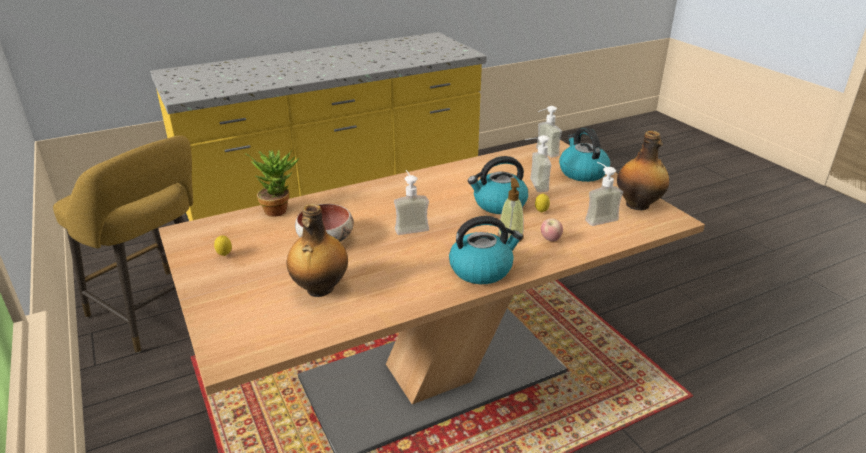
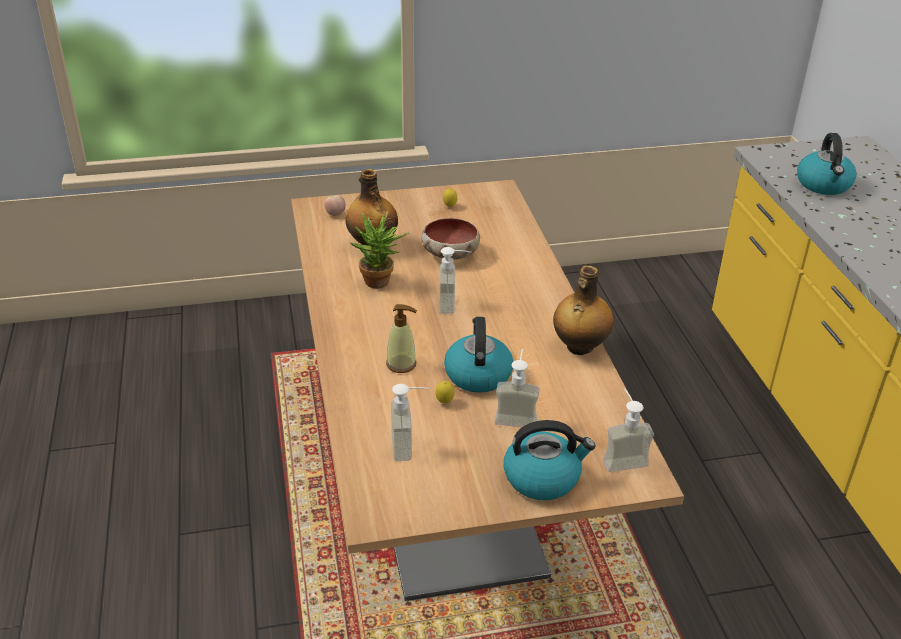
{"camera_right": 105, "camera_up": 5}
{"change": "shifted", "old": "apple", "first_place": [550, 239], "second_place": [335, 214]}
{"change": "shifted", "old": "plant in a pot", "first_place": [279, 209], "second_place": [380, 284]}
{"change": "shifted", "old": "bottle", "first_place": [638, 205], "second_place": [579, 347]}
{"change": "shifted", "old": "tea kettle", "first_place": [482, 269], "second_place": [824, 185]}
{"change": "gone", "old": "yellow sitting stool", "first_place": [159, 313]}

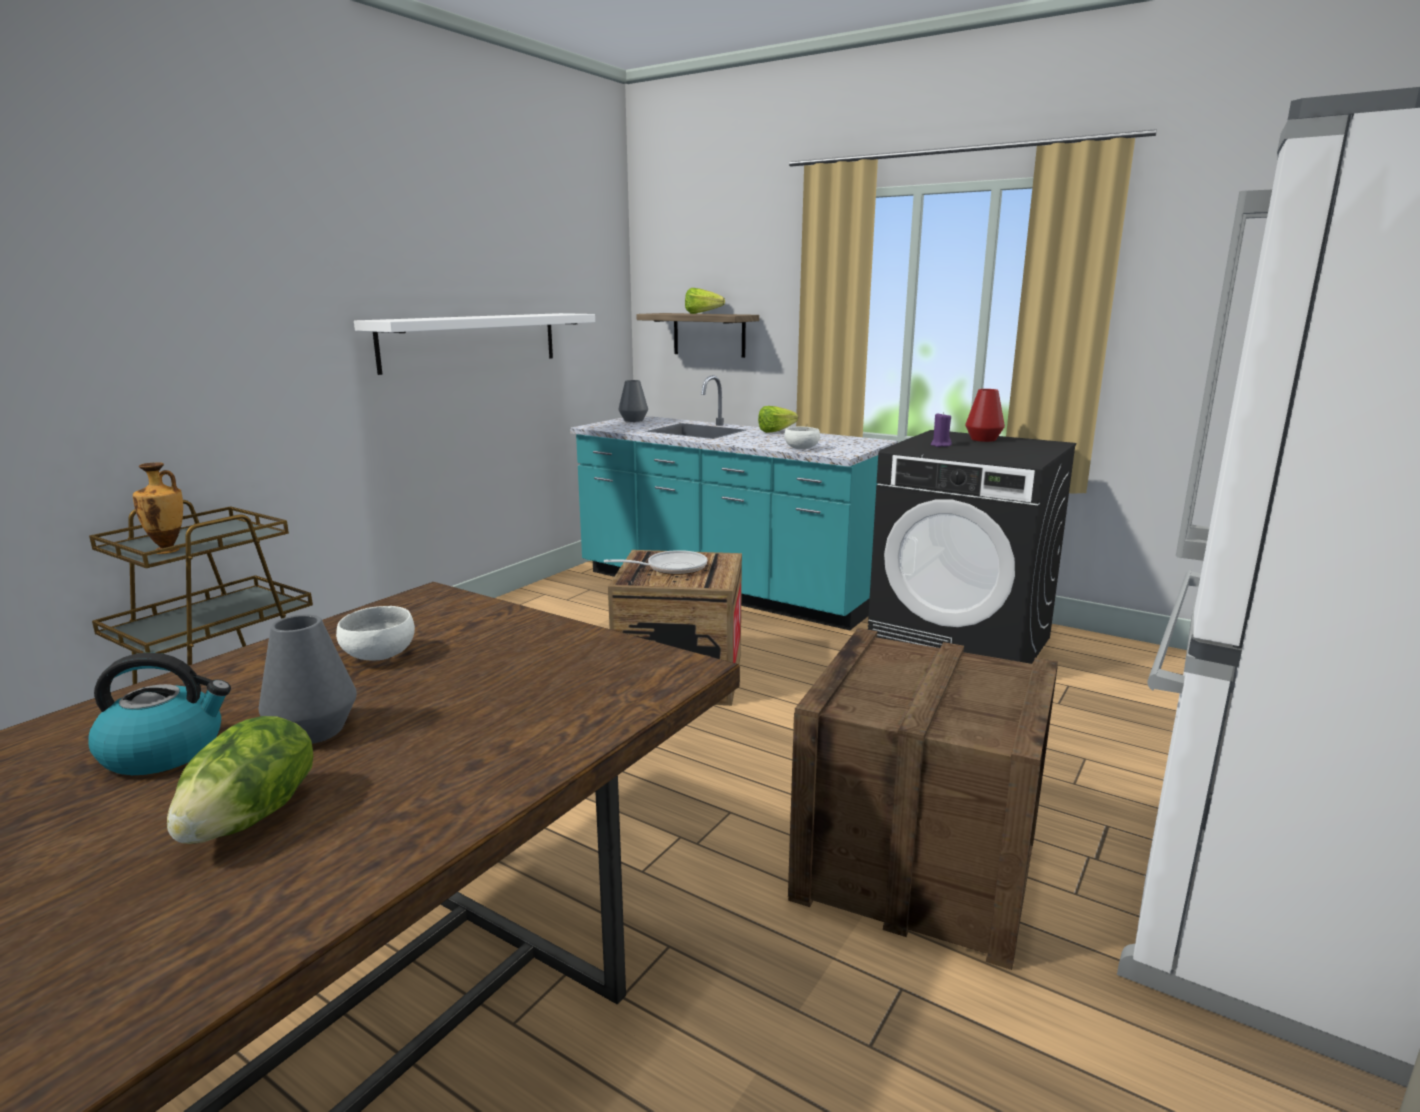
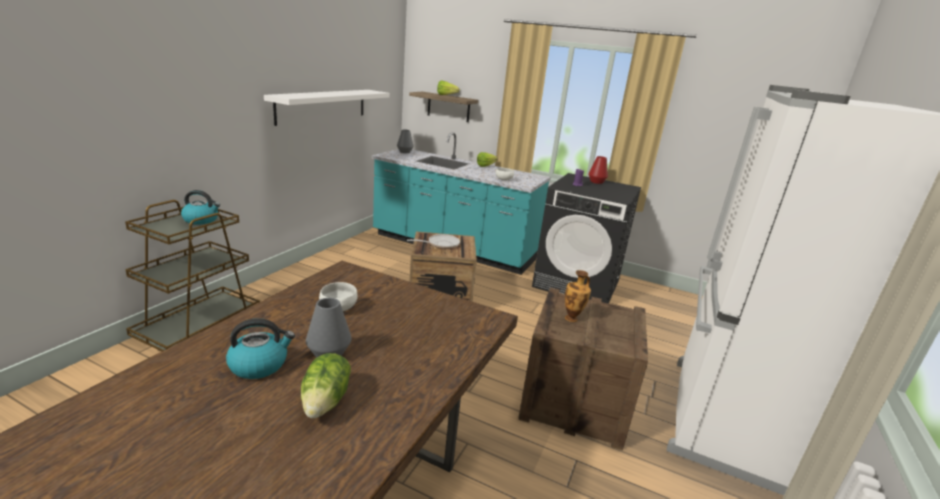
{"camera_right": -10, "camera_up": 5}
{"change": "new", "new": "tea kettle", "second_place": [201, 220]}
{"change": "shifted", "old": "decorative vase", "first_place": [168, 550], "second_place": [572, 318]}

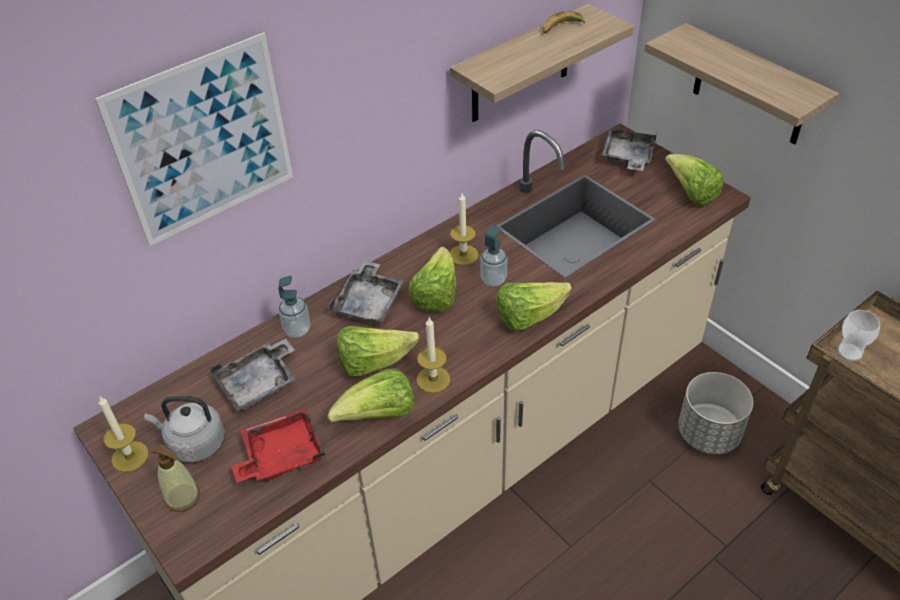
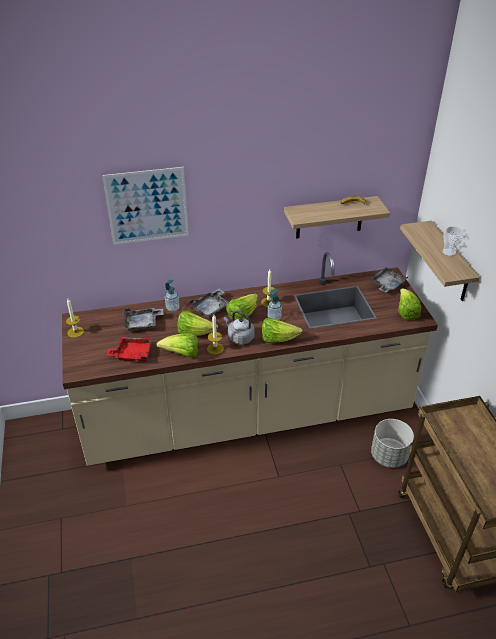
{"camera_right": 25, "camera_up": -5}
{"change": "shifted", "old": "greyish tea kettle", "first_place": [194, 443], "second_place": [239, 338]}
{"change": "shifted", "old": "drinking cup", "first_place": [849, 352], "second_place": [449, 252]}
{"change": "gone", "old": "soap dispenser", "first_place": [183, 497]}

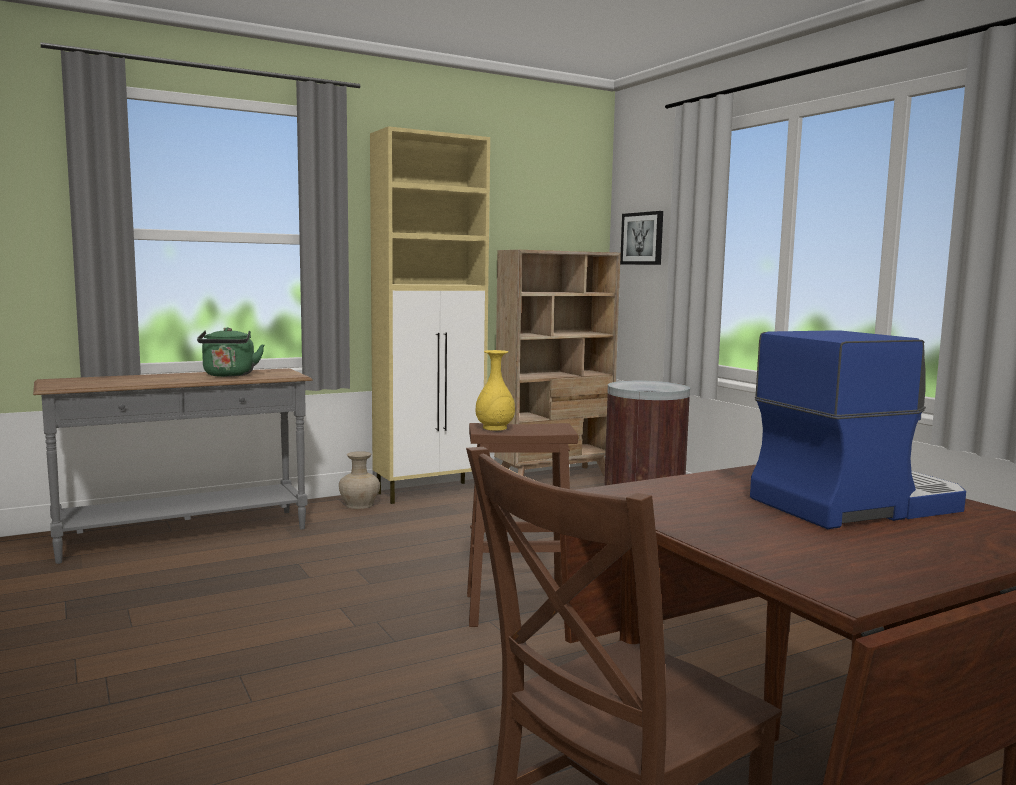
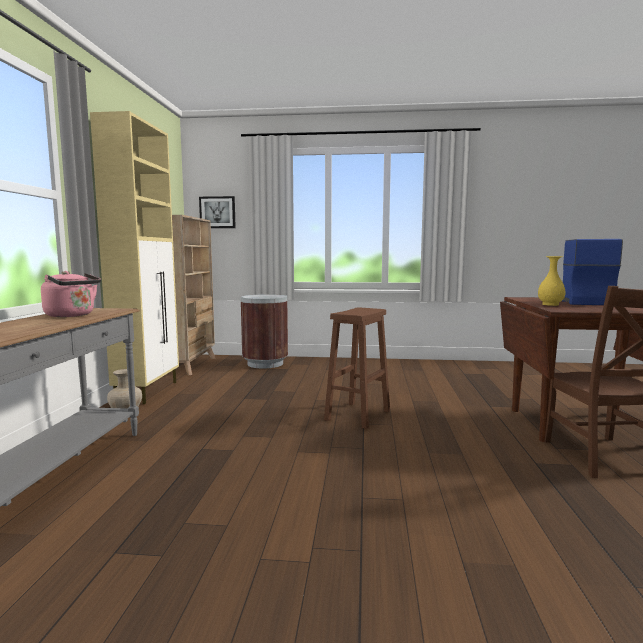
{"camera_right": -55, "camera_up": 0}
{"change": "repainted", "old": "green tea kettle", "new": "pink tea kettle", "first_place": [229, 375], "second_place": [72, 315]}
{"change": "shifted", "old": "yellow decorative vase", "first_place": [495, 428], "second_place": [550, 304]}

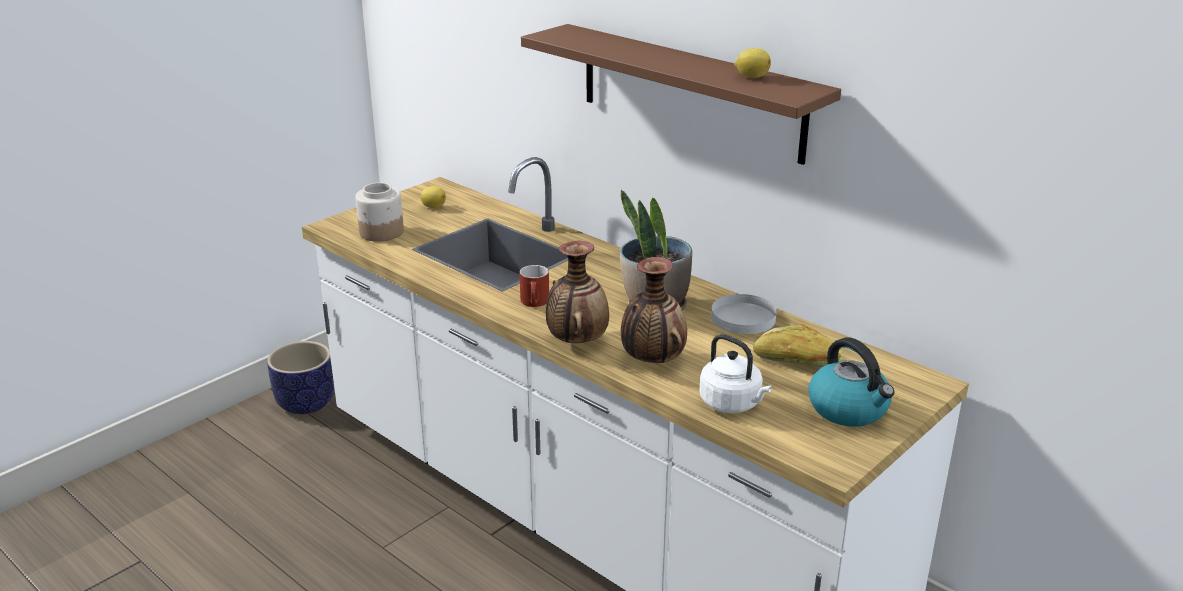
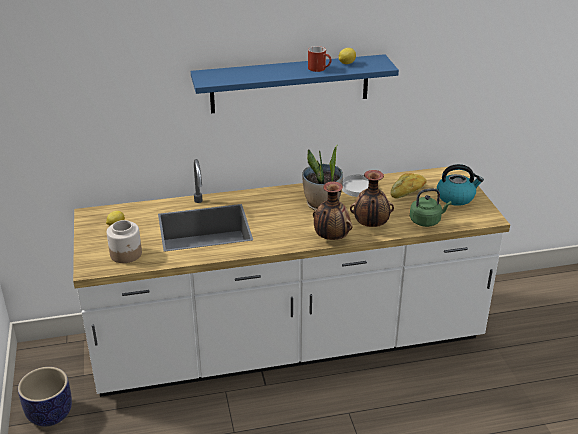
{"camera_right": -55, "camera_up": 5}
{"change": "repainted", "old": "brown-coloured bracket shelf", "new": "blue bracket shelf", "first_place": [690, 92], "second_place": [290, 84]}
{"change": "shifted", "old": "red mug", "first_place": [535, 303], "second_place": [320, 69]}
{"change": "repainted", "old": "white tea kettle", "new": "green tea kettle", "first_place": [732, 404], "second_place": [426, 221]}

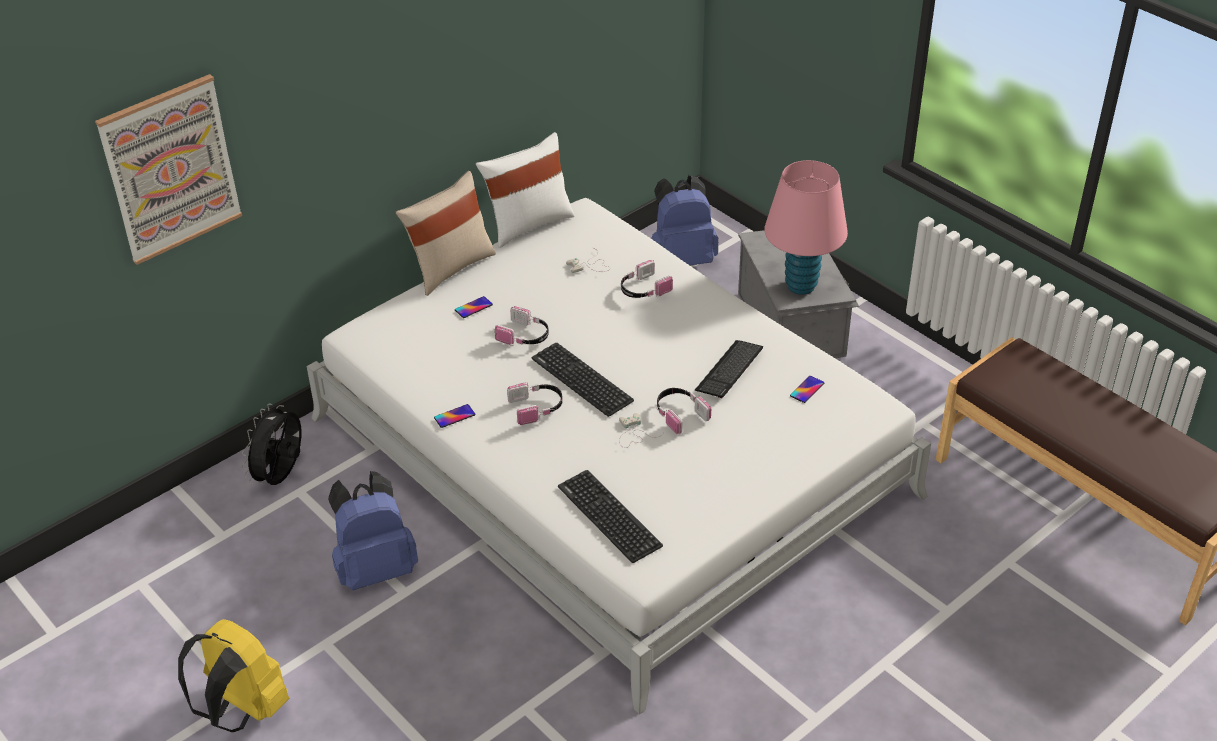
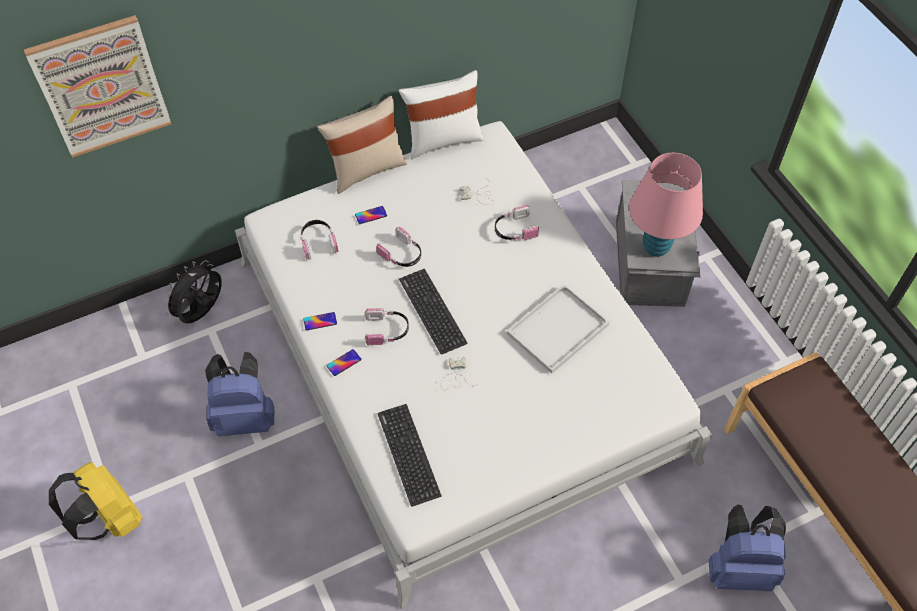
{"camera_right": 15, "camera_up": 15}
{"change": "shifted", "old": "pair of headphones", "first_place": [679, 414], "second_place": [318, 242]}
{"change": "shifted", "old": "handset", "first_place": [807, 389], "second_place": [344, 362]}
{"change": "swapped", "old": "computer keyboard", "new": "white carrying tray", "first_place": [729, 370], "second_place": [557, 331]}
{"change": "shifted", "old": "blue backpack", "first_place": [681, 259], "second_place": [739, 568]}

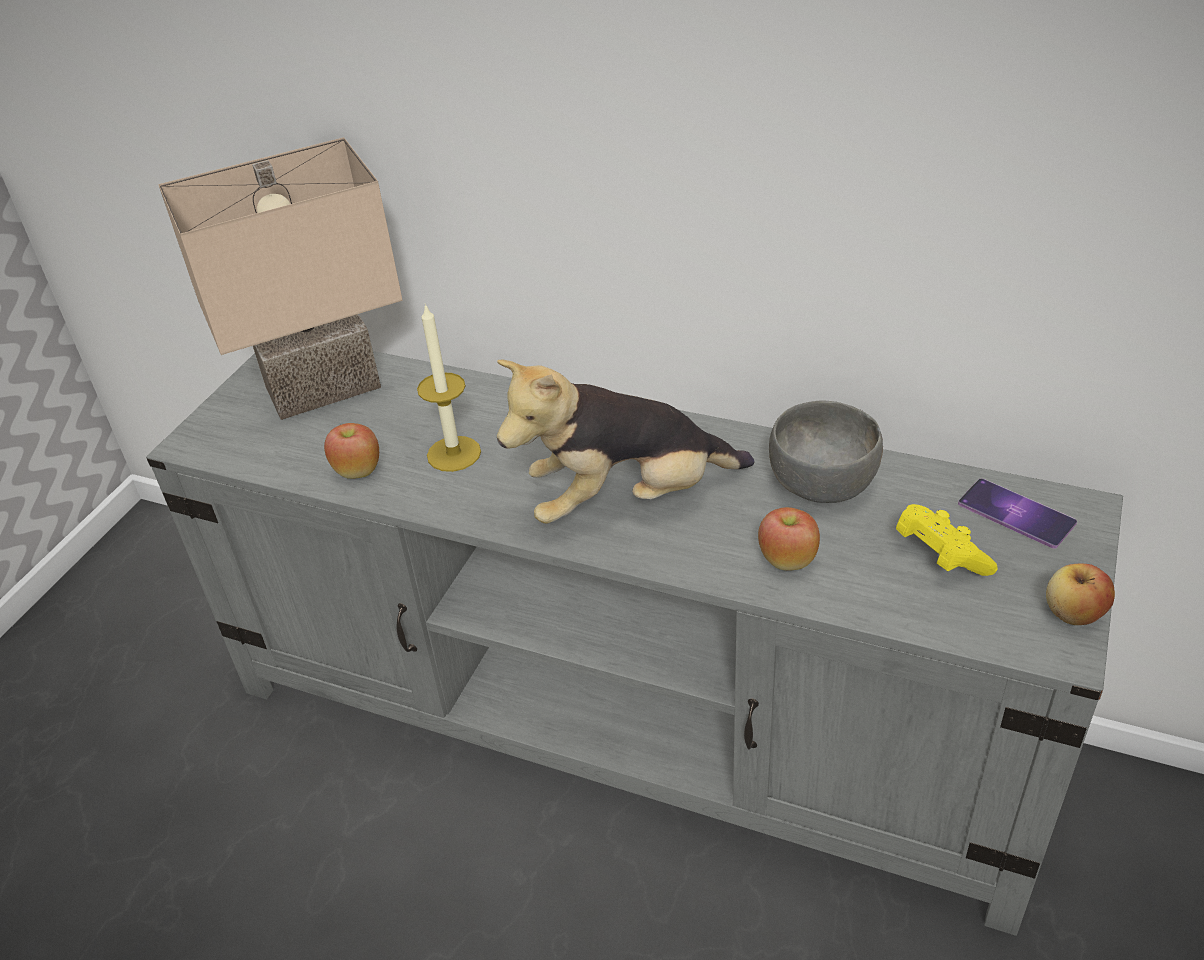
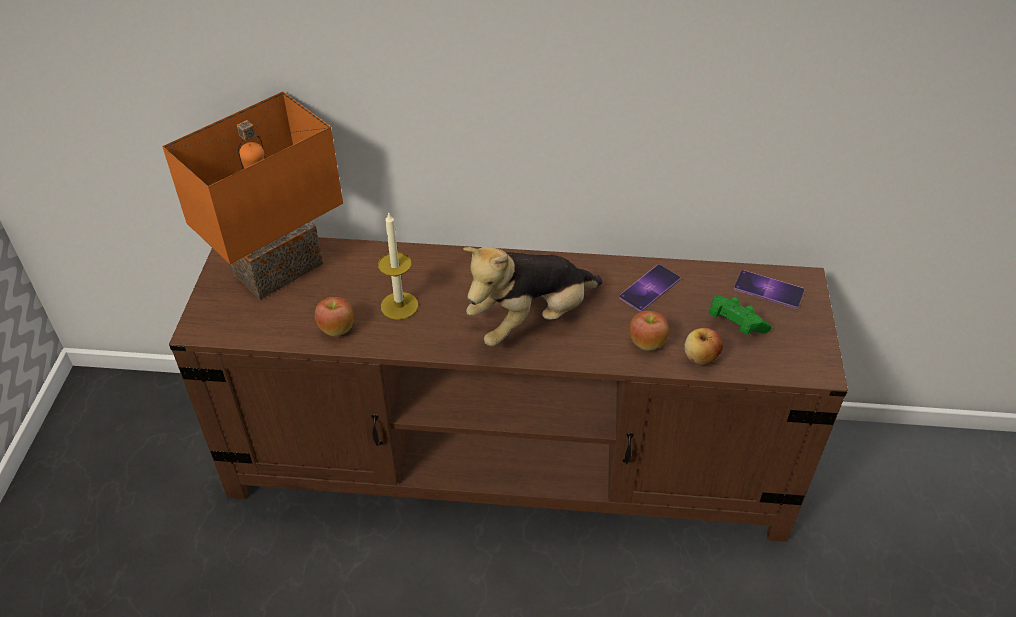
{"camera_right": -20, "camera_up": 5}
{"change": "repainted", "old": "sand-coloured table lamp", "new": "orange table lamp", "first_place": [322, 390], "second_place": [280, 272]}
{"change": "repainted", "old": "greyish tv unit", "new": "brown-coloured tv unit", "first_place": [627, 721], "second_place": [510, 460]}
{"change": "swapped", "old": "greyish deep dish", "new": "handset", "first_place": [823, 483], "second_place": [649, 288]}
{"change": "shifted", "old": "apple", "first_place": [1073, 614], "second_place": [700, 358]}
{"change": "repainted", "old": "yellow gamepad", "new": "green gamepad", "first_place": [939, 556], "second_place": [734, 324]}

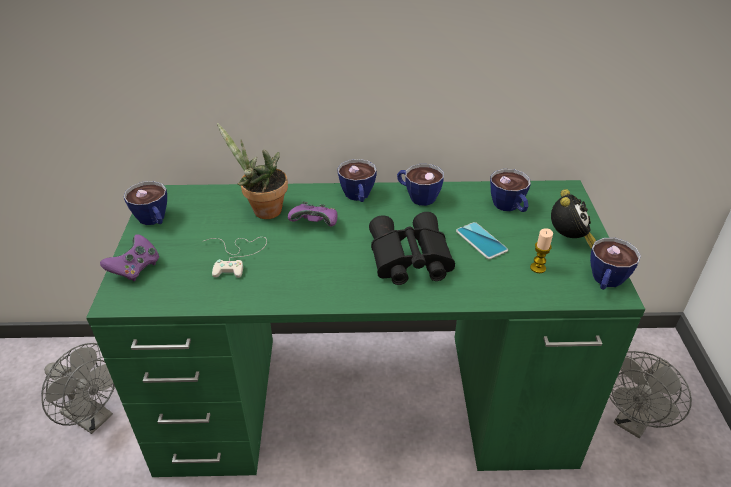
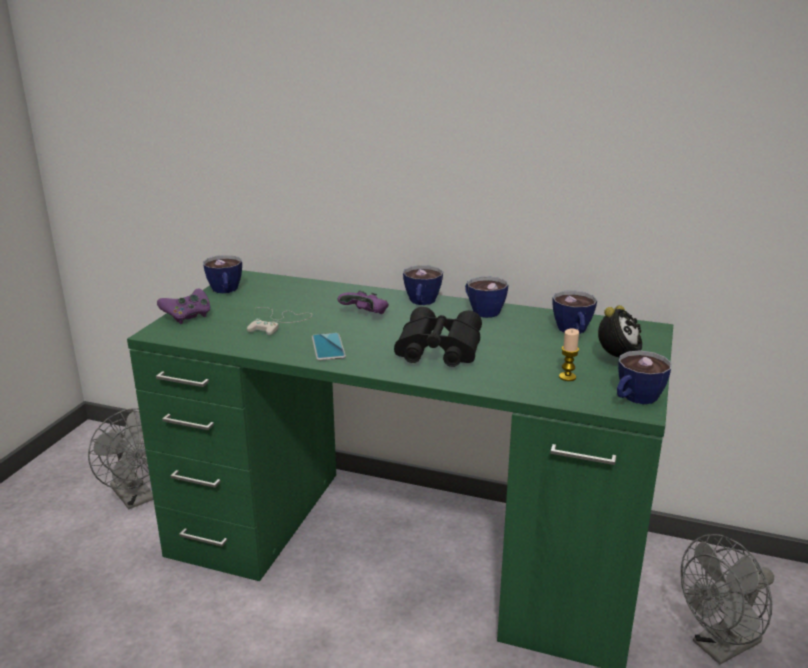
{"camera_right": 20, "camera_up": -15}
{"change": "shifted", "old": "handset", "first_place": [481, 241], "second_place": [328, 347]}
{"change": "gone", "old": "plant in a pot", "first_place": [263, 210]}

